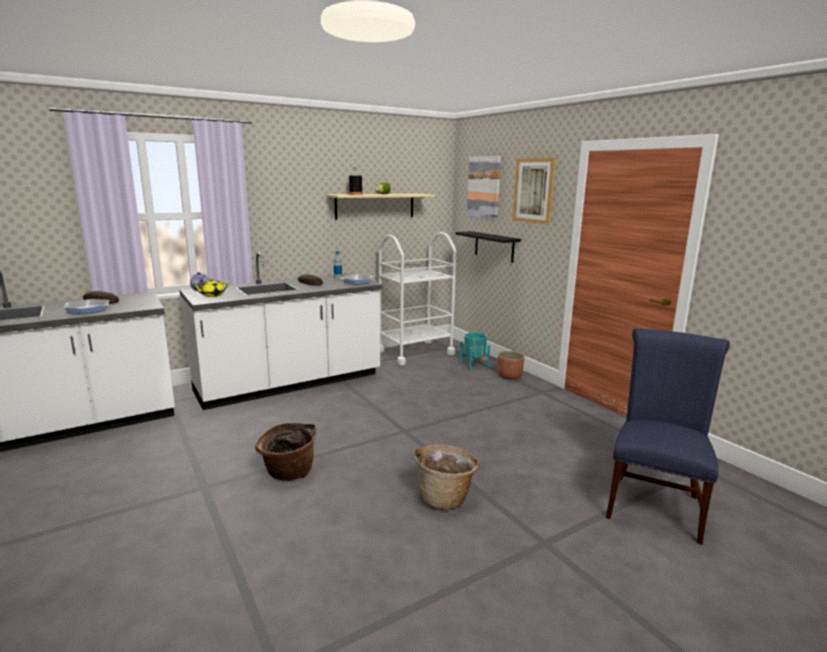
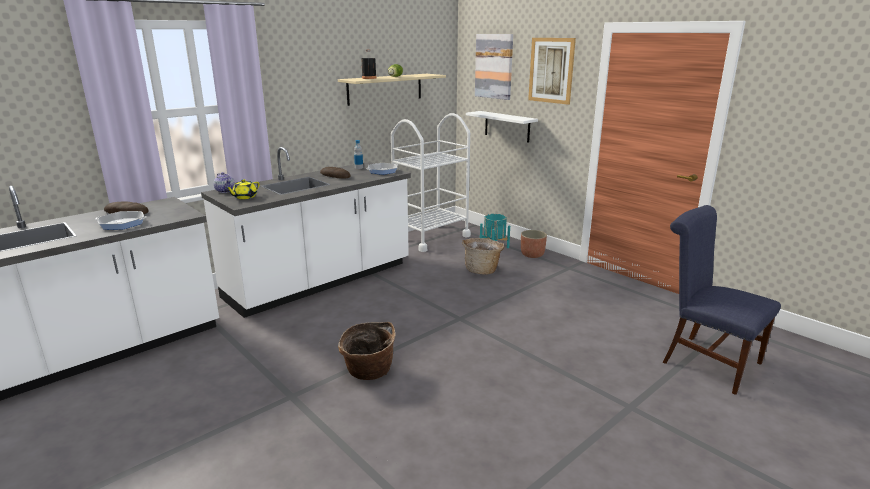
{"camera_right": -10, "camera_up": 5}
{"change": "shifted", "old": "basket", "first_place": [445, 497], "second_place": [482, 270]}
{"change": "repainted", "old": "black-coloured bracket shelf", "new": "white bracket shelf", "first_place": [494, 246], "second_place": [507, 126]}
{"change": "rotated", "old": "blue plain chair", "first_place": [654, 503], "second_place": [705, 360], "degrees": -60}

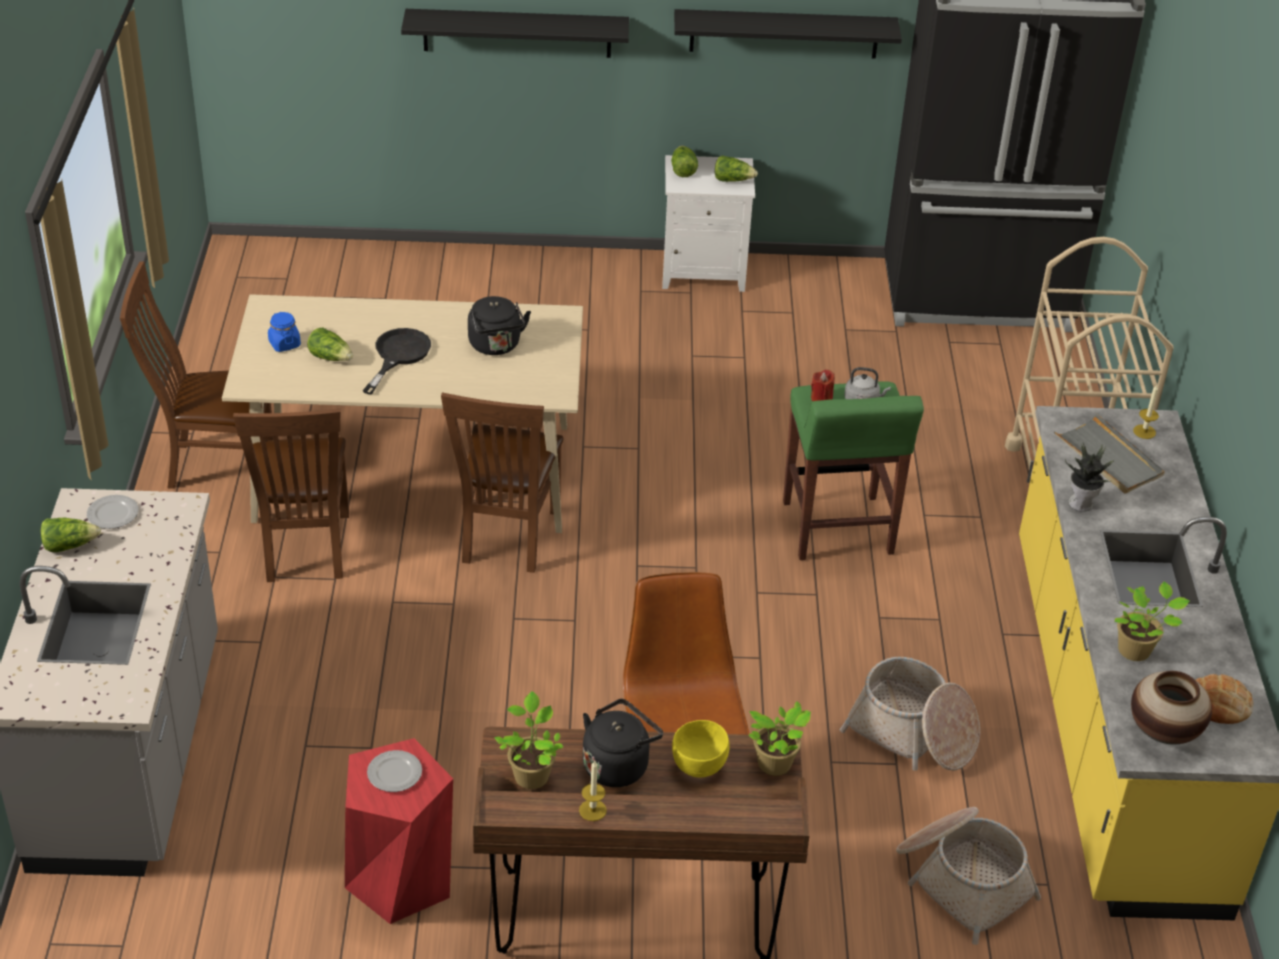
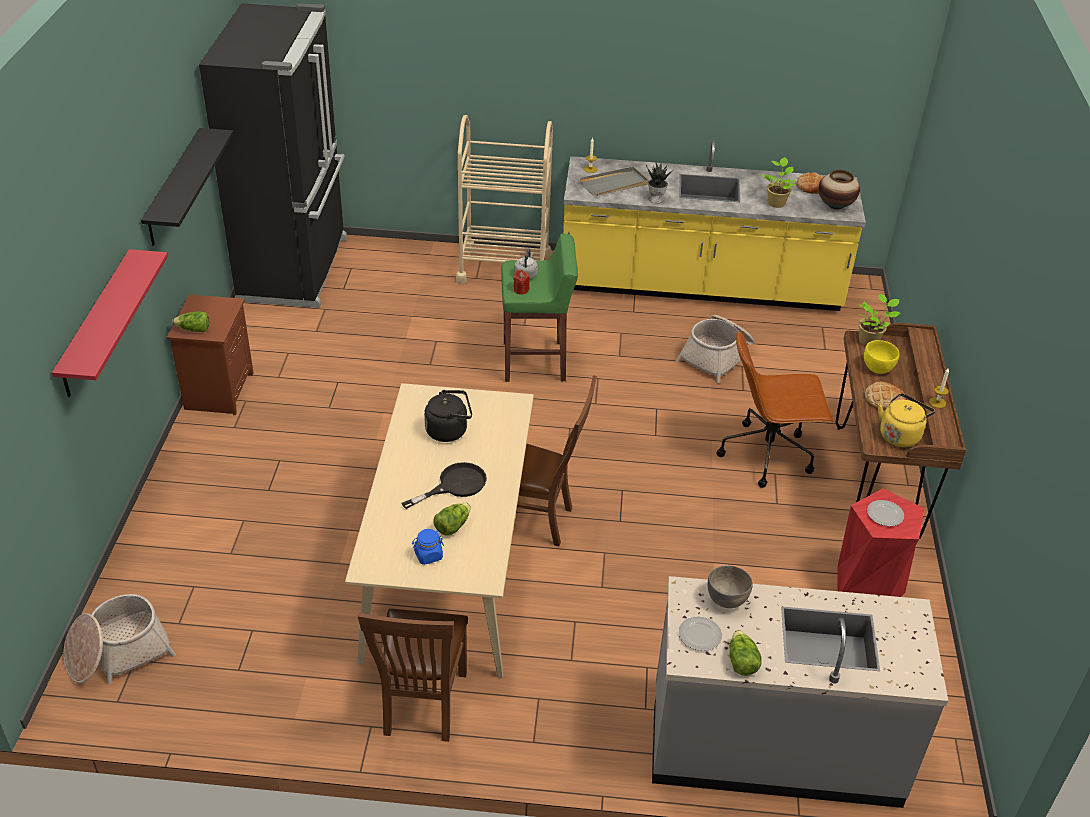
{"camera_right": -85, "camera_up": 0}
{"change": "repainted", "old": "black-coloured bracket shelf", "new": "red bracket shelf", "first_place": [517, 33], "second_place": [96, 324]}
{"change": "shifted", "old": "basket", "first_place": [961, 880], "second_place": [118, 652]}
{"change": "repainted", "old": "white nightstand", "new": "brown-coloured nightstand", "first_place": [704, 271], "second_place": [218, 390]}
{"change": "rotated", "old": "black-coloured pan", "first_place": [398, 355], "second_place": [454, 485], "degrees": 120}
{"change": "new", "new": "greyish deep dish", "second_place": [727, 600]}
{"change": "swapped", "old": "black-coloured tea kettle", "new": "bakery bread", "first_place": [618, 764], "second_place": [883, 399]}
{"change": "swapped", "old": "plant in a pot", "new": "yellow tea kettle", "first_place": [531, 774], "second_place": [900, 435]}
{"change": "gone", "old": "brown-coloured plain chair", "first_place": [304, 551]}
{"change": "gone", "old": "lettuce head", "first_place": [732, 180]}

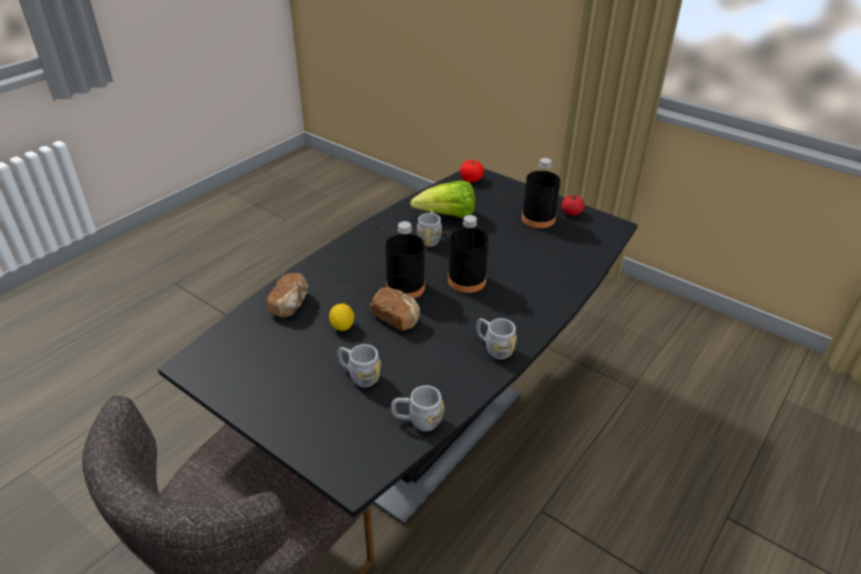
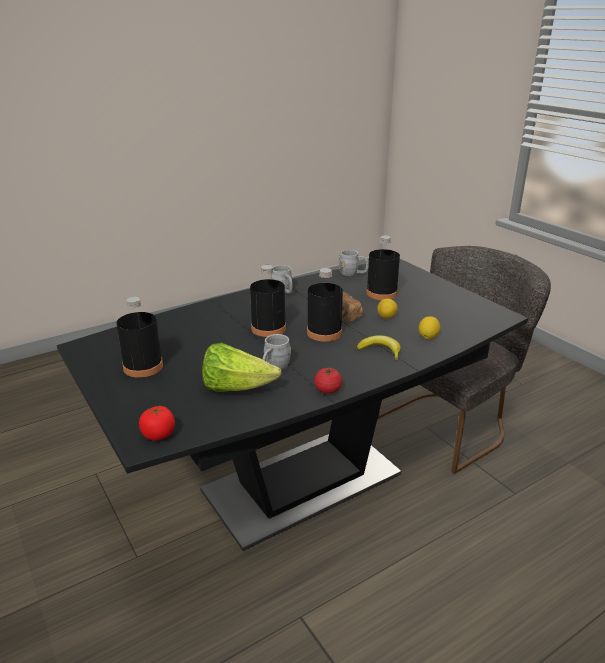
{"camera_right": -160, "camera_up": -10}
{"change": "shifted", "old": "tomato", "first_place": [571, 213], "second_place": [328, 390]}
{"change": "new", "new": "banana", "second_place": [380, 351]}
{"change": "swapped", "old": "greyish mug", "new": "black-coloured bottle", "first_place": [359, 376], "second_place": [381, 293]}
{"change": "swapped", "old": "bakery bread", "new": "citrus fruit", "first_place": [291, 304], "second_place": [428, 337]}

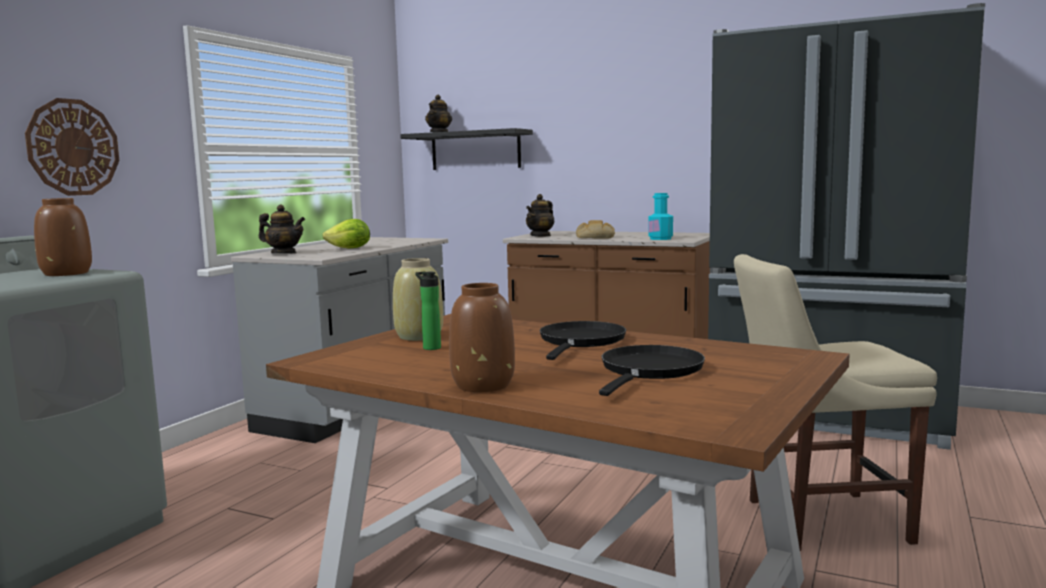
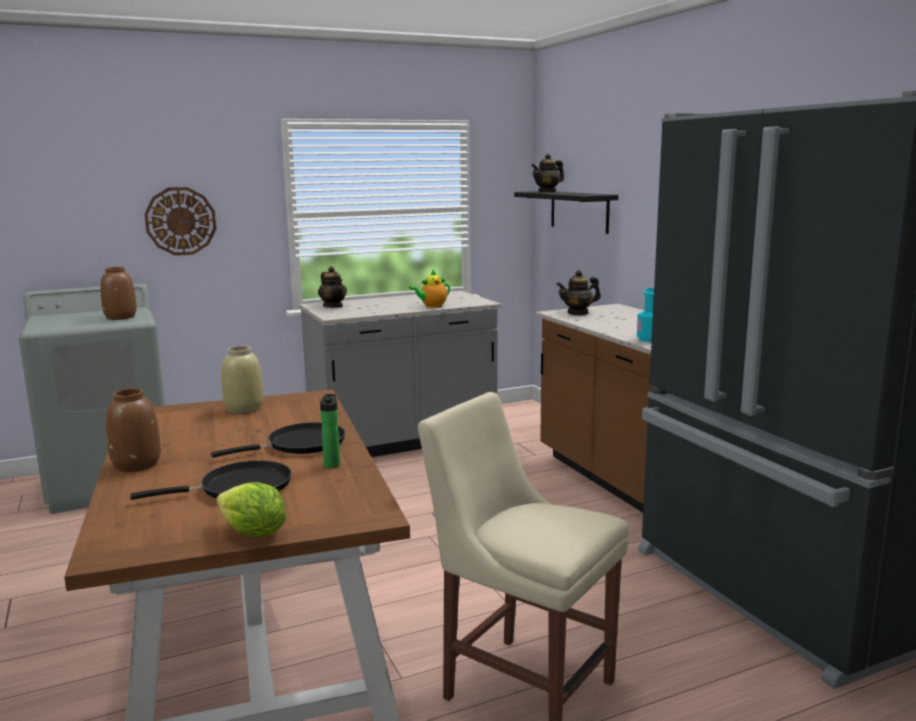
{"camera_right": 40, "camera_up": 5}
{"change": "shifted", "old": "lettuce head", "first_place": [350, 248], "second_place": [253, 534]}
{"change": "shifted", "old": "bottle", "first_place": [430, 347], "second_place": [332, 464]}
{"change": "new", "new": "pot for tea", "second_place": [432, 306]}
{"change": "gone", "old": "bakery bread", "first_place": [595, 237]}

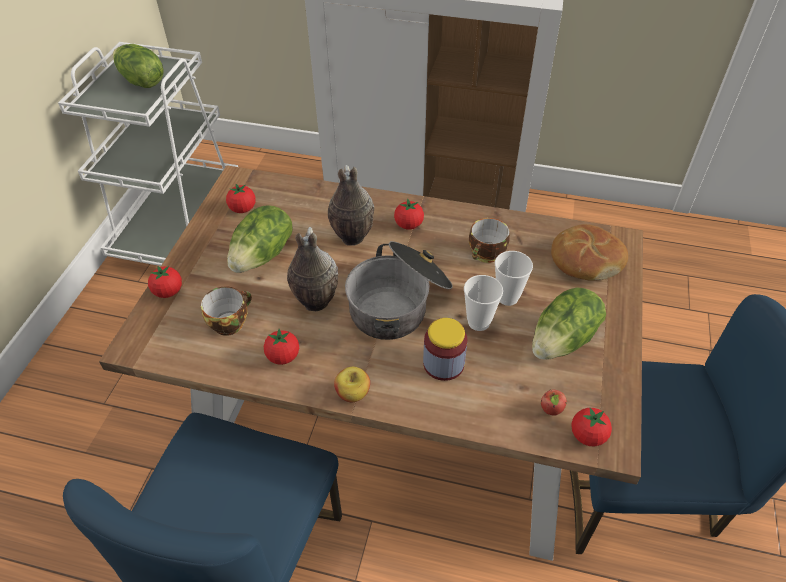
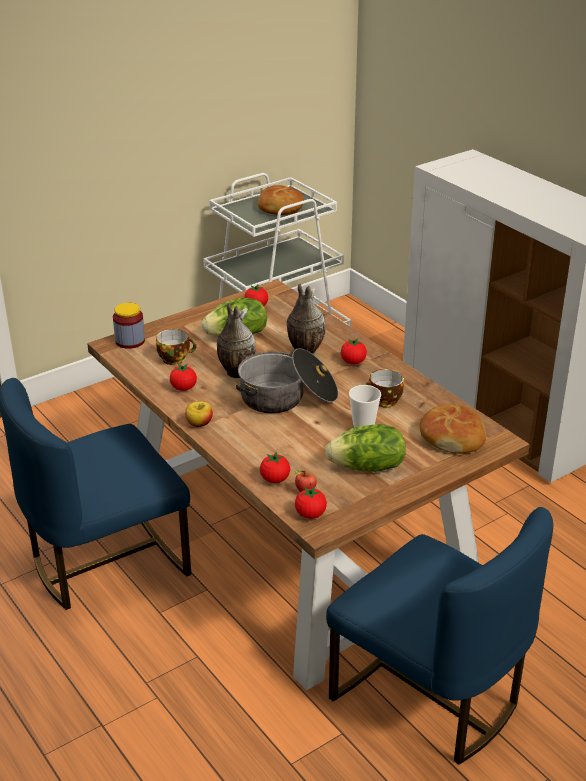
{"camera_right": 40, "camera_up": -15}
{"change": "shifted", "old": "jar", "first_place": [443, 364], "second_place": [130, 341]}
{"change": "swapped", "old": "lettuce head", "new": "bakery bread", "first_place": [141, 81], "second_place": [280, 208]}
{"change": "shifted", "old": "tomato", "first_place": [168, 292], "second_place": [275, 479]}
{"change": "gone", "old": "drinking cup", "first_place": [478, 322]}

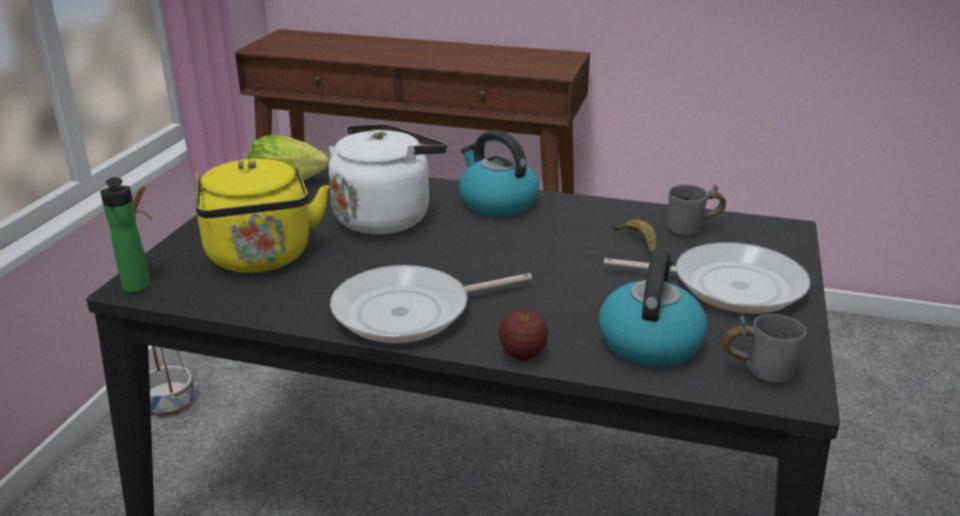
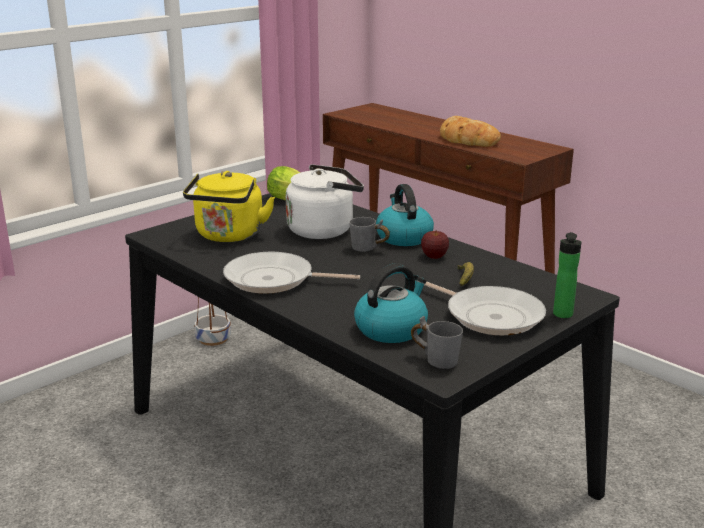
{"camera_right": 30, "camera_up": -5}
{"change": "shifted", "old": "greyish mug", "first_place": [693, 231], "second_place": [367, 251]}
{"change": "shifted", "old": "apple", "first_place": [522, 354], "second_place": [434, 256]}
{"change": "new", "new": "bakery bread", "second_place": [467, 139]}
{"change": "shifted", "old": "bottle", "first_place": [136, 288], "second_place": [563, 315]}

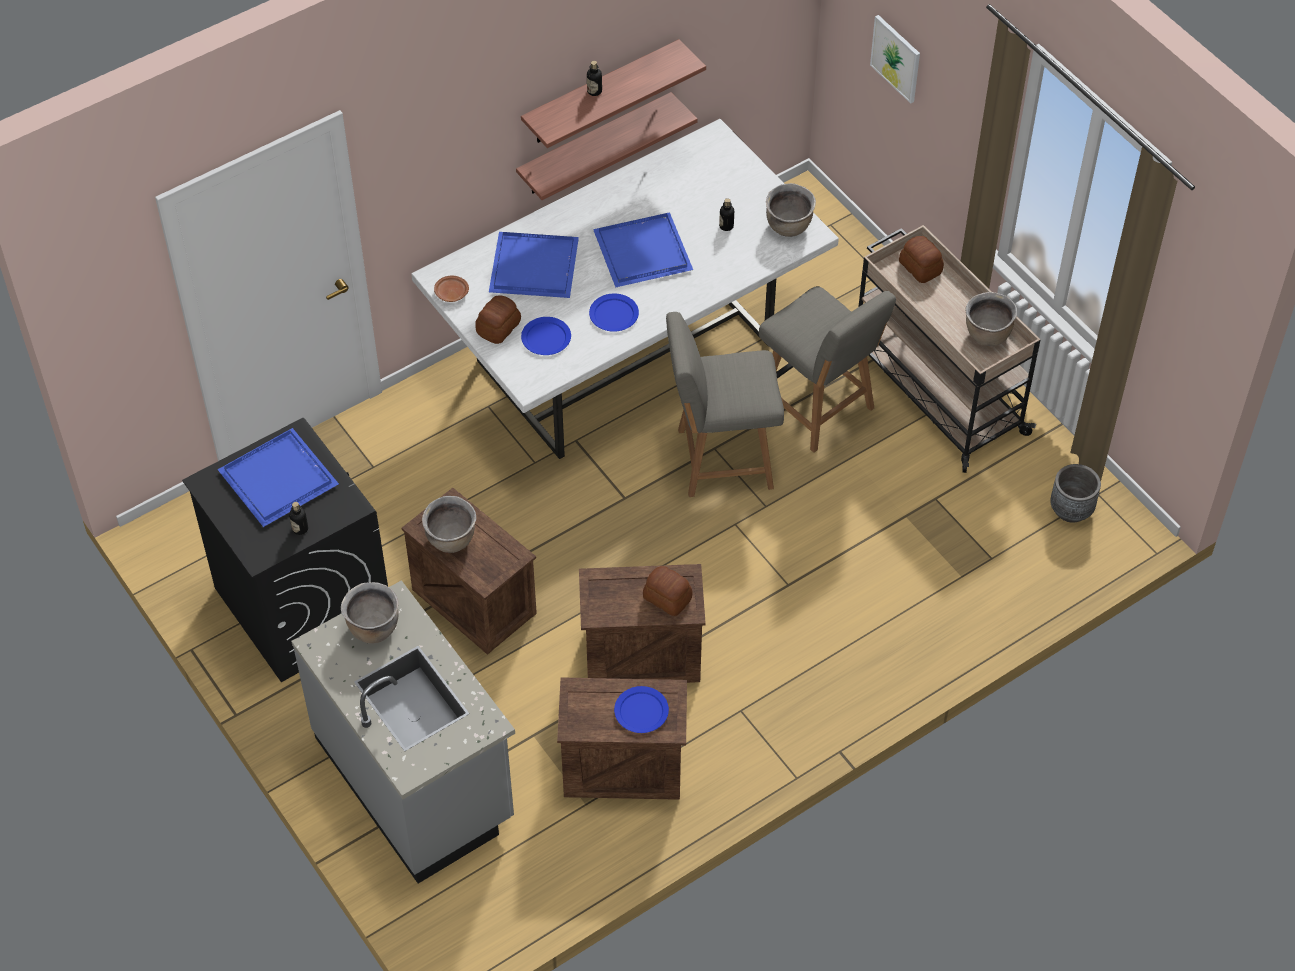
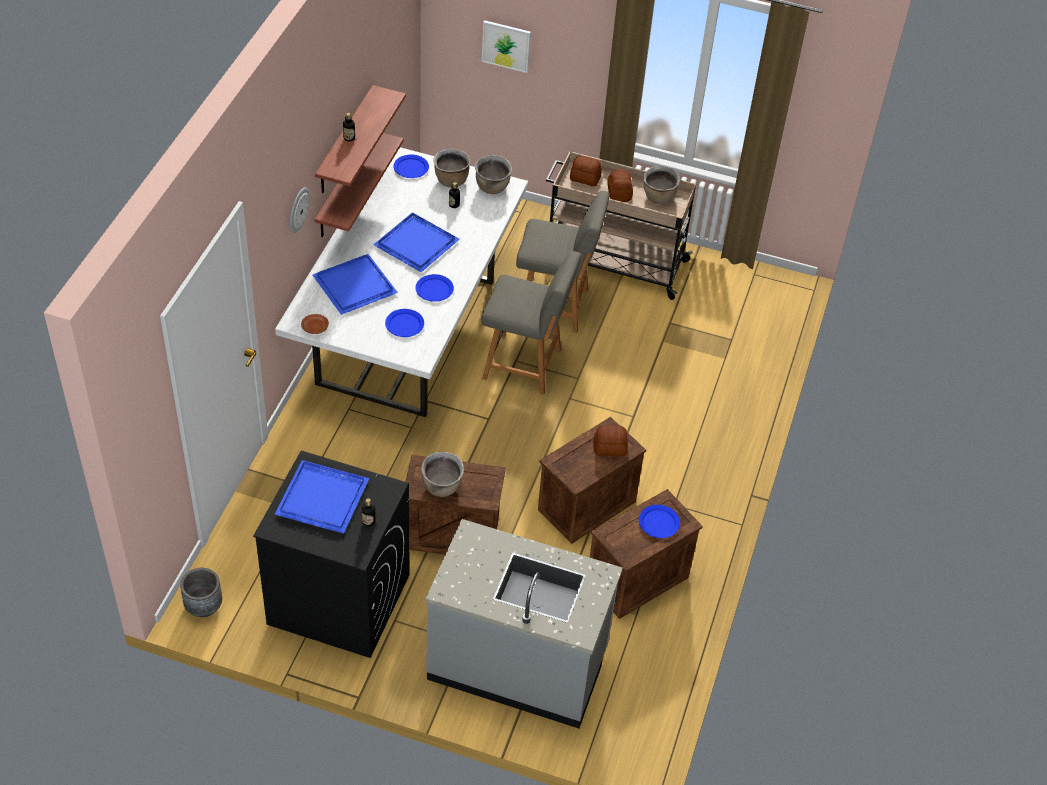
{"camera_right": -40, "camera_up": -5}
{"change": "shifted", "old": "greyish planter", "first_place": [1071, 510], "second_place": [204, 606]}
{"change": "new", "new": "clock on the wall", "second_place": [298, 209]}
{"change": "new", "new": "blue dinner plate", "second_place": [411, 168]}
{"change": "shifted", "old": "brown-coloured stockpot", "first_place": [373, 628], "second_place": [451, 180]}
{"change": "rotated", "old": "greyish plain chair", "first_place": [720, 459], "second_place": [525, 365], "degrees": -120}
{"change": "shifted", "old": "bakery bread", "first_place": [499, 327], "second_place": [619, 192]}

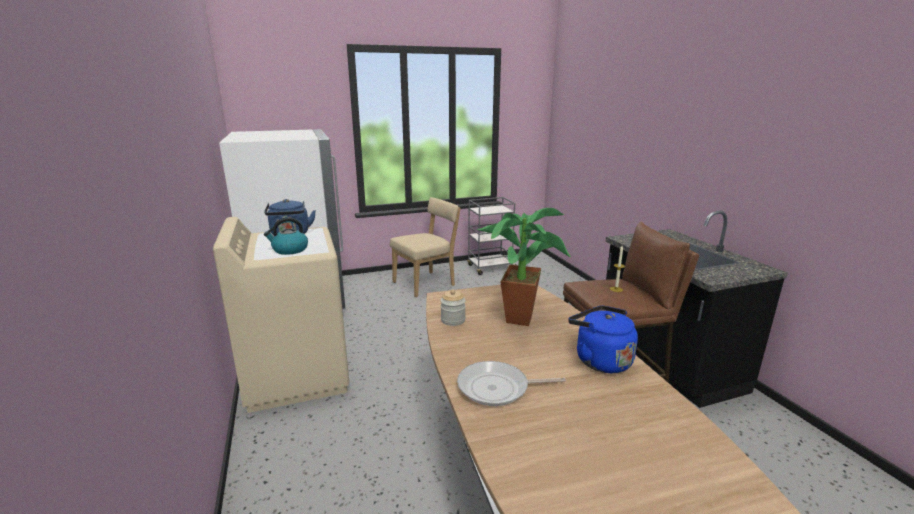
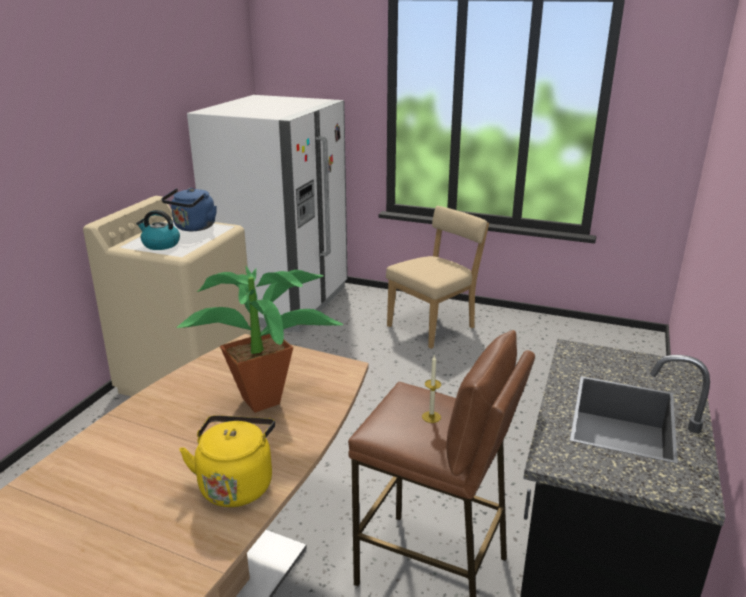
{"camera_right": 40, "camera_up": 5}
{"change": "repainted", "old": "blue tea kettle", "new": "yellow tea kettle", "first_place": [599, 360], "second_place": [236, 484]}
{"change": "rotated", "old": "sand-coloured plain chair", "first_place": [426, 283], "second_place": [434, 326], "degrees": -45}
{"change": "gone", "old": "jar", "first_place": [453, 320]}
{"change": "gone", "old": "pan", "first_place": [497, 388]}
{"change": "gone", "old": "greyish wheeled cart", "first_place": [490, 268]}

